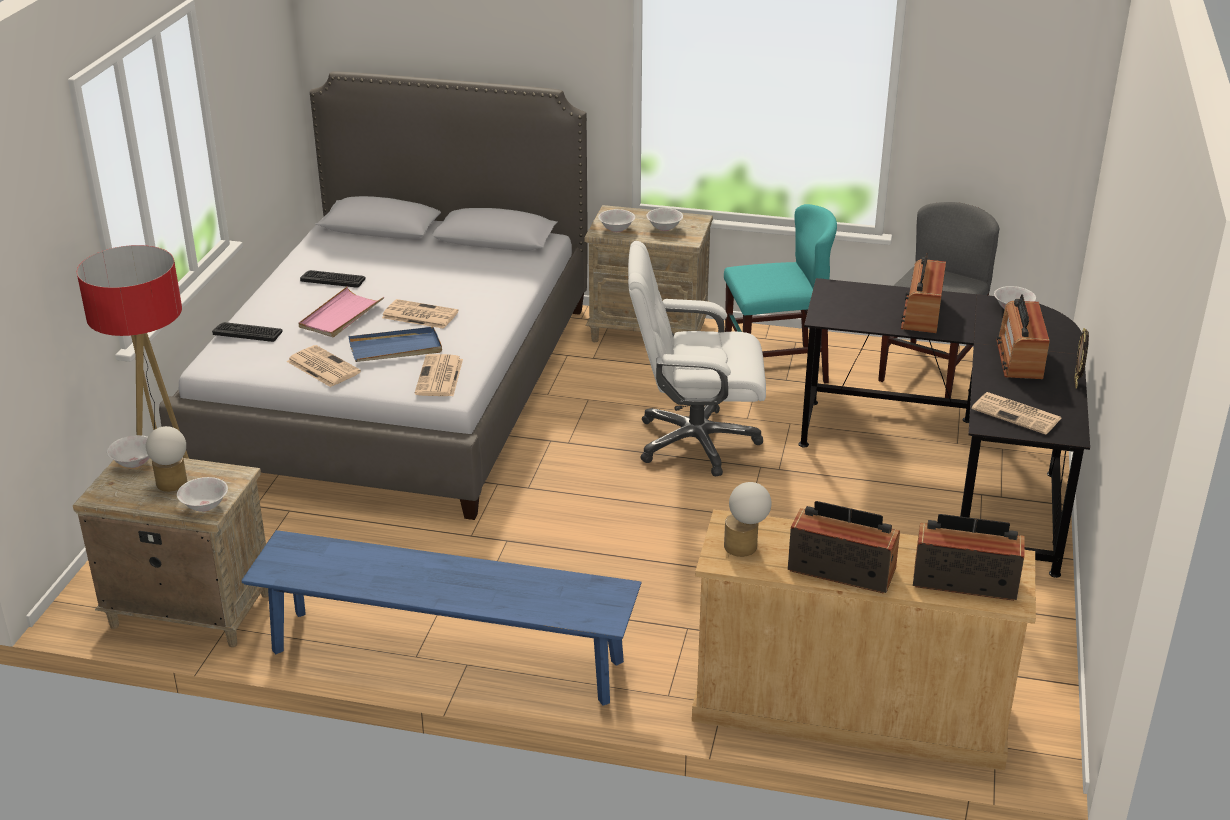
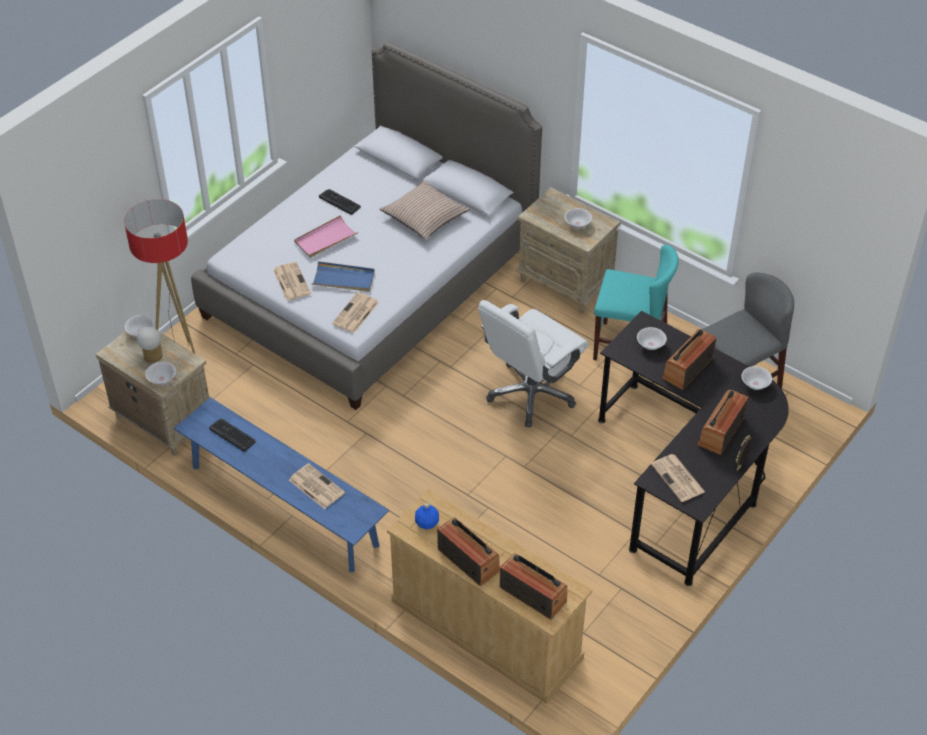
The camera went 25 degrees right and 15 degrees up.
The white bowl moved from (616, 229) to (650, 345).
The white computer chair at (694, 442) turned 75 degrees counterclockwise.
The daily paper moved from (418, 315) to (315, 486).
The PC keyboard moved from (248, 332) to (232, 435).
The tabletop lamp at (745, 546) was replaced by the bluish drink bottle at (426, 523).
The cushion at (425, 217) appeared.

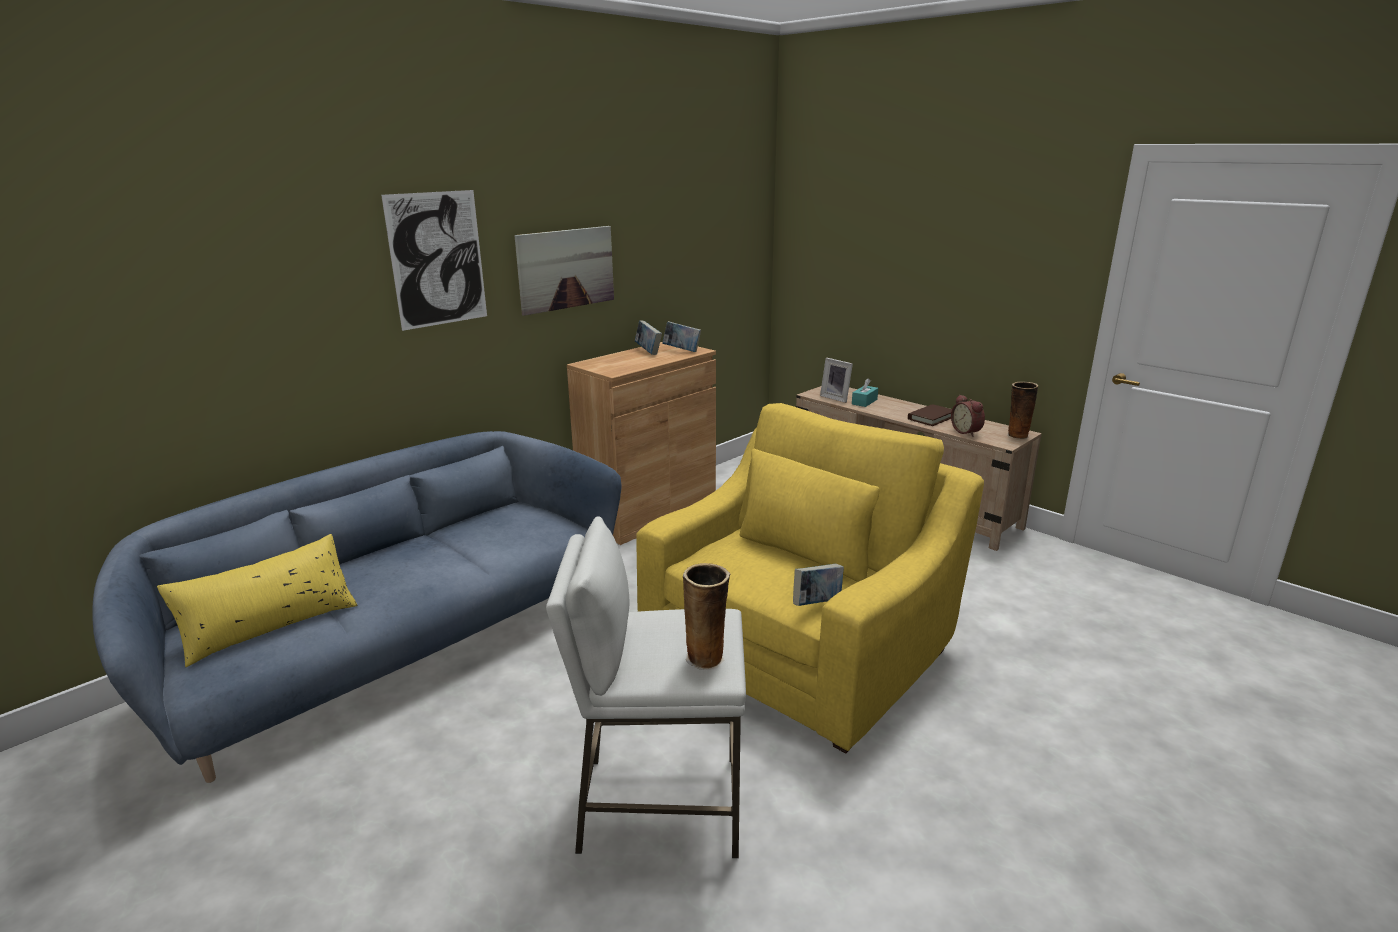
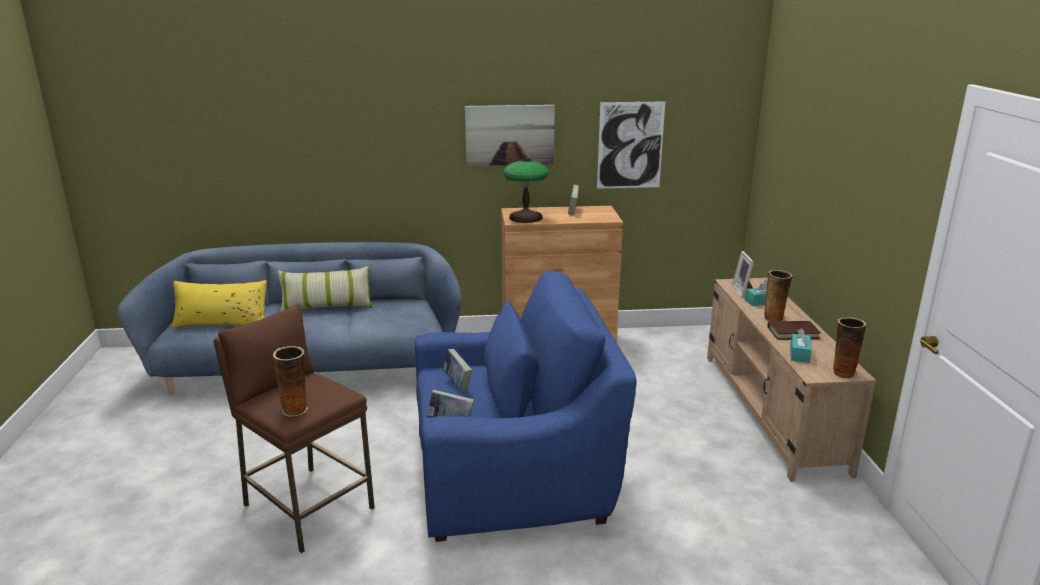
The camera went 40 degrees right and 0 degrees up.
The wall picture moved from (437, 259) to (630, 145).
The bound book moved from (682, 351) to (457, 384).
The alarm clock at (967, 432) was replaced by the turquoise tissue holder at (799, 354).
The yellow-coloured easy chair at (799, 646) became the bluish easy chair at (513, 470).
The white stool seat at (659, 804) became the brown stool seat at (307, 507).
The tabletop lamp at (526, 217) appeared.
The cushion at (327, 307) appeared.
The decorative vase at (774, 319) appeared.

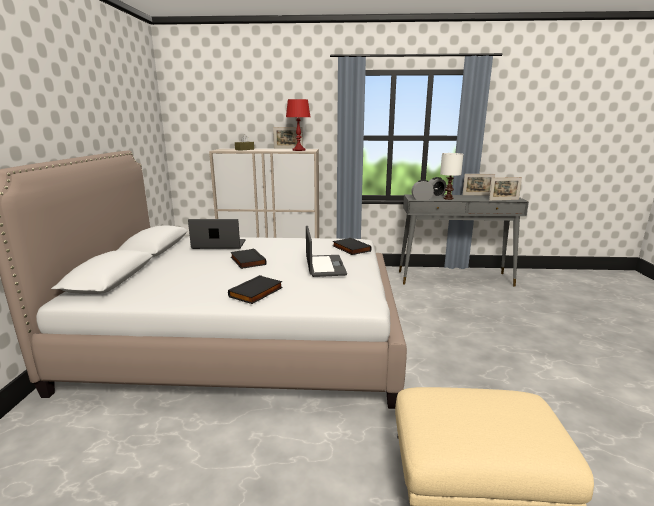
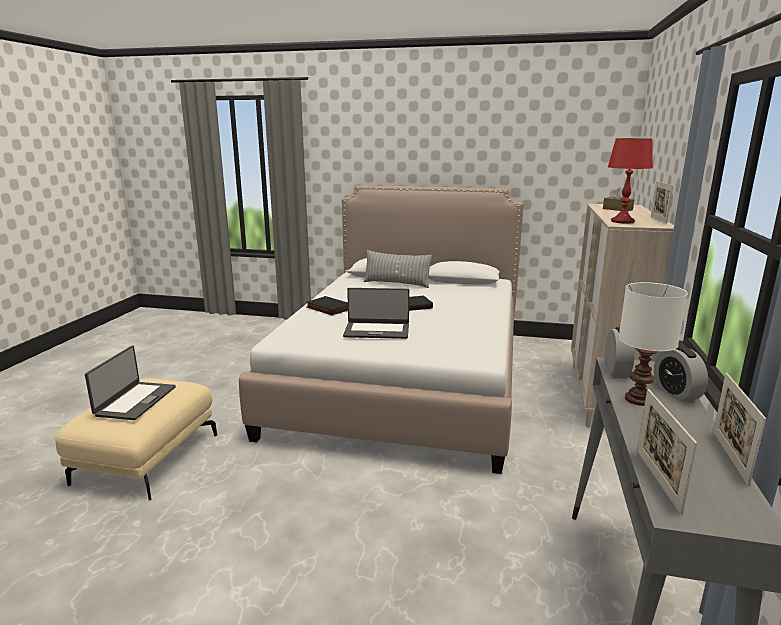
The camera went 100 degrees right and 0 degrees up.
The portable computer moved from (219, 245) to (135, 401).
The black-coloured bound book at (350, 248) disappeared.
The greyish cushion at (396, 283) appeared.

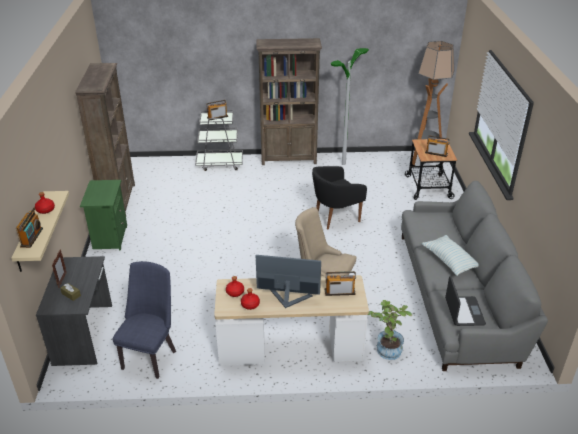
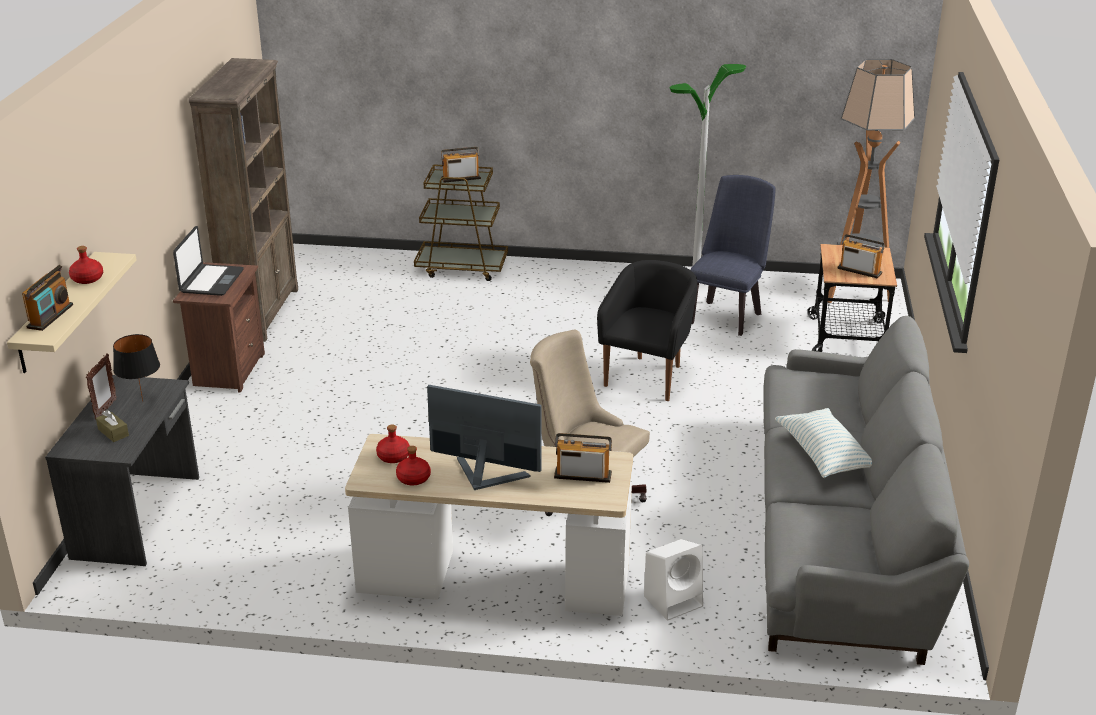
The camera went 10 degrees right and 5 degrees down.
The brown shelving unit at (289, 159) disappeared.
The greyish wheeled cart at (220, 163) became the brown wheeled cart at (462, 268).
The black-coloured easy chair at (335, 218) turned 135 degrees clockwise.
The green night table at (109, 237) became the brown night table at (228, 370).
The bluish upright chair moved from (151, 356) to (727, 315).
The portable computer moved from (464, 311) to (211, 281).
The houseplant at (386, 348) was replaced by the white speaker at (674, 600).
The black-coloured tabletop lamp at (142, 402) appeared.

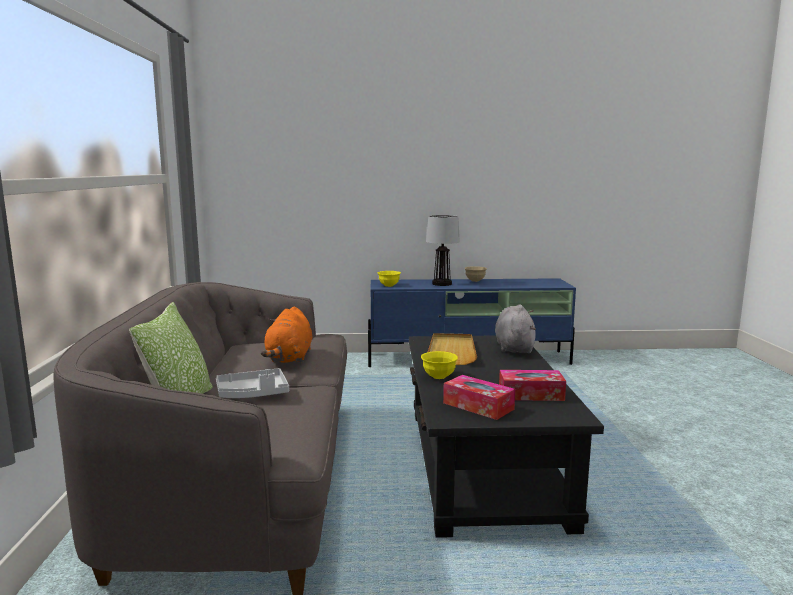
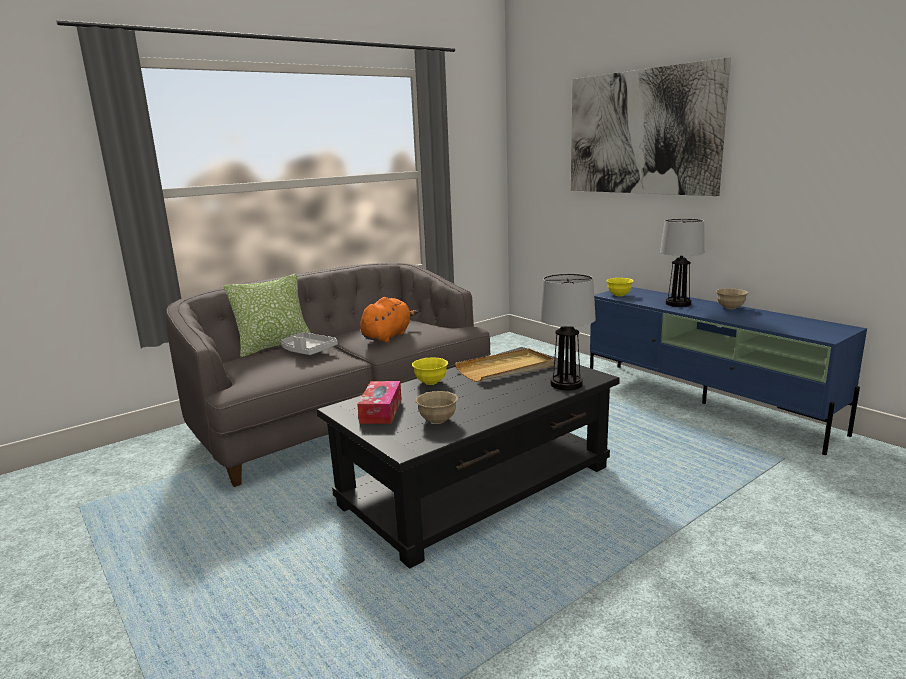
The camera went 55 degrees right and 5 degrees up.
The greyish cuddly toy at (514, 347) was replaced by the tabletop lamp at (566, 384).
The orange-coloured cuddly toy at (289, 358) turned 150 degrees clockwise.
The tissue holder at (531, 394) was replaced by the sand-coloured bowl at (437, 420).
The wall picture at (641, 132) appeared.

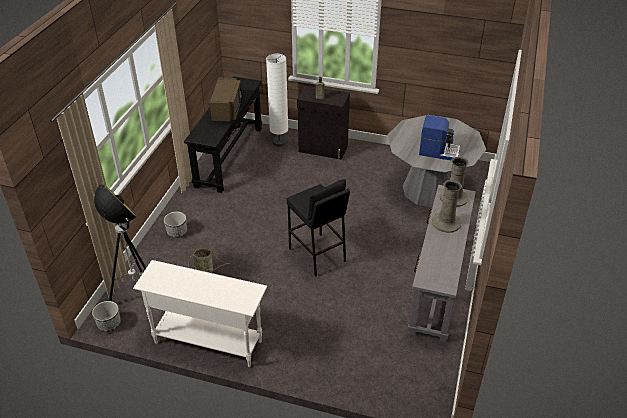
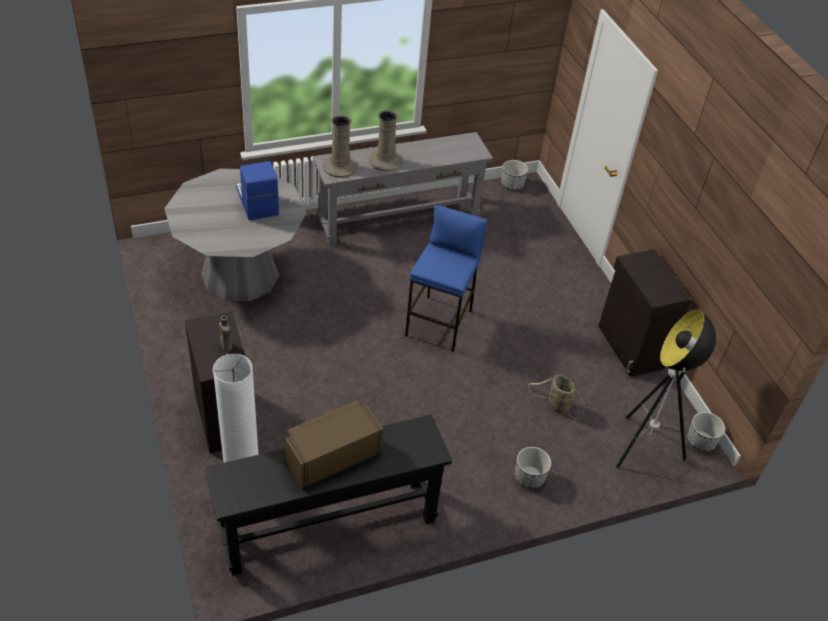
The camera went 130 degrees left and 5 degrees up.
The black-coloured stool seat at (317, 255) became the bluish stool seat at (440, 323).
The white narrow table at (208, 341) was replaced by the black-coloured cabinet at (629, 348).
The flower pot at (512, 184) appeared.

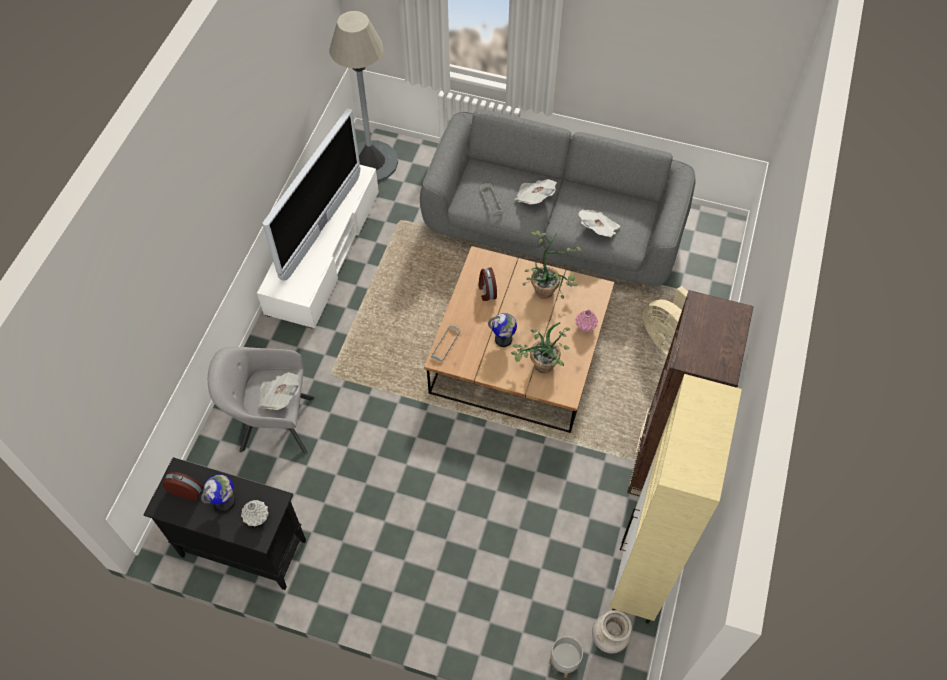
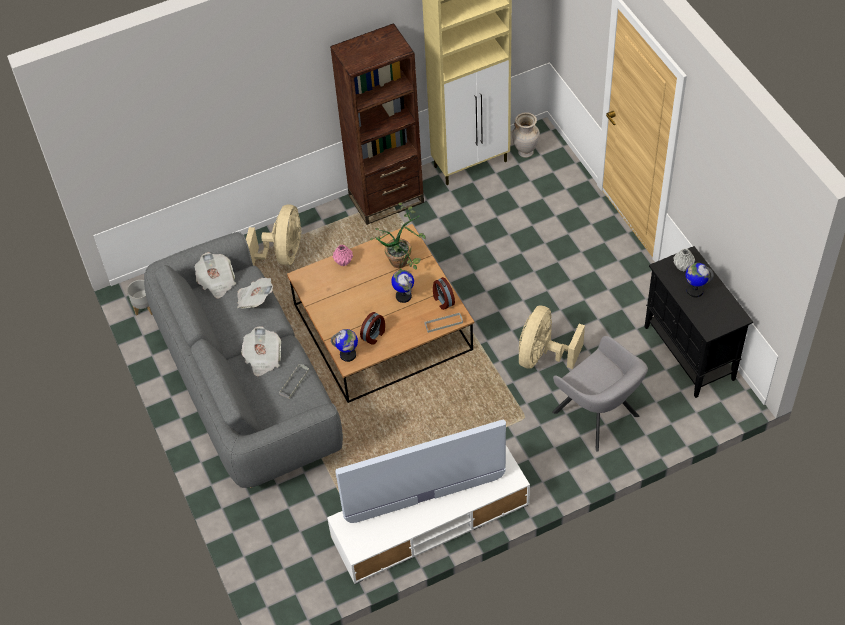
The camera went 130 degrees left and 5 degrees down.
The greyish standard lamp at (371, 162) disappeared.
The houseplant at (548, 288) disappeared.
The daily paper moved from (280, 396) to (216, 282).
The alarm clock moved from (186, 490) to (443, 300).
The greyish flower pot moved from (563, 662) to (145, 308).
The sand-coloured cooling fan at (543, 356) appeared.
The desk globe at (348, 355) appeared.

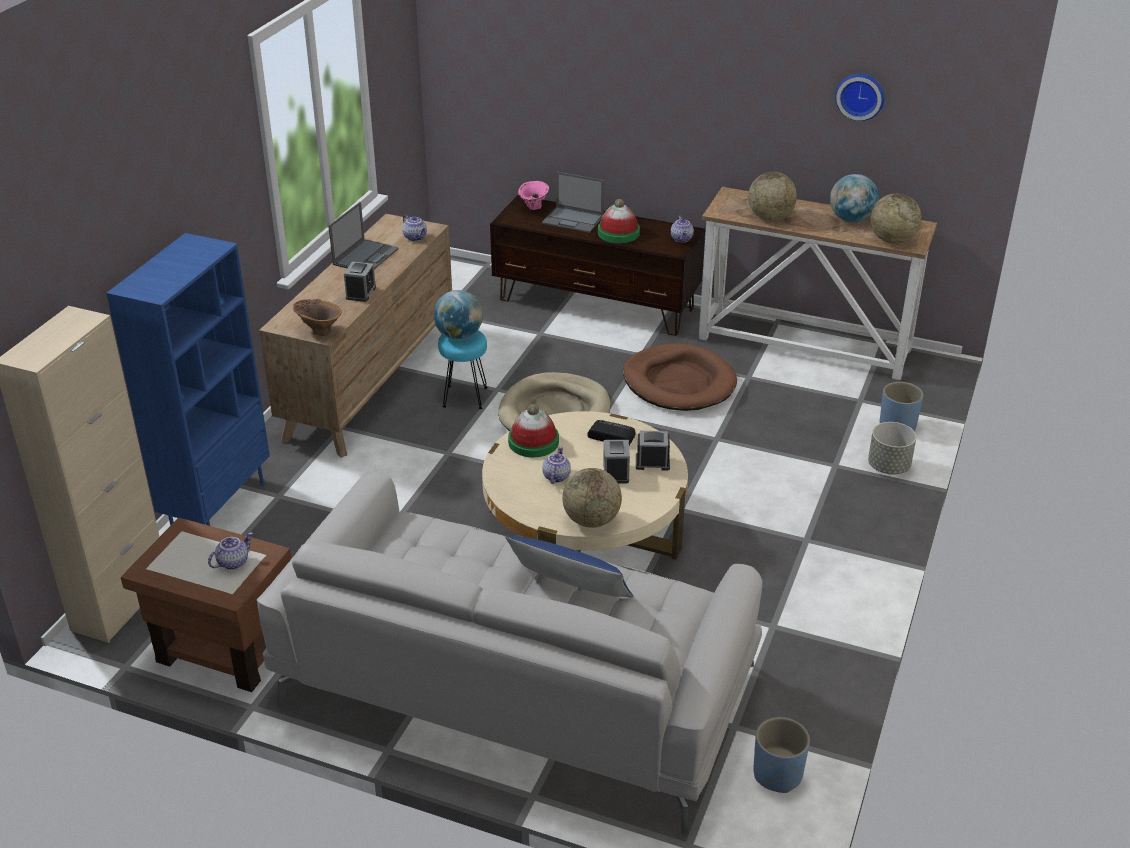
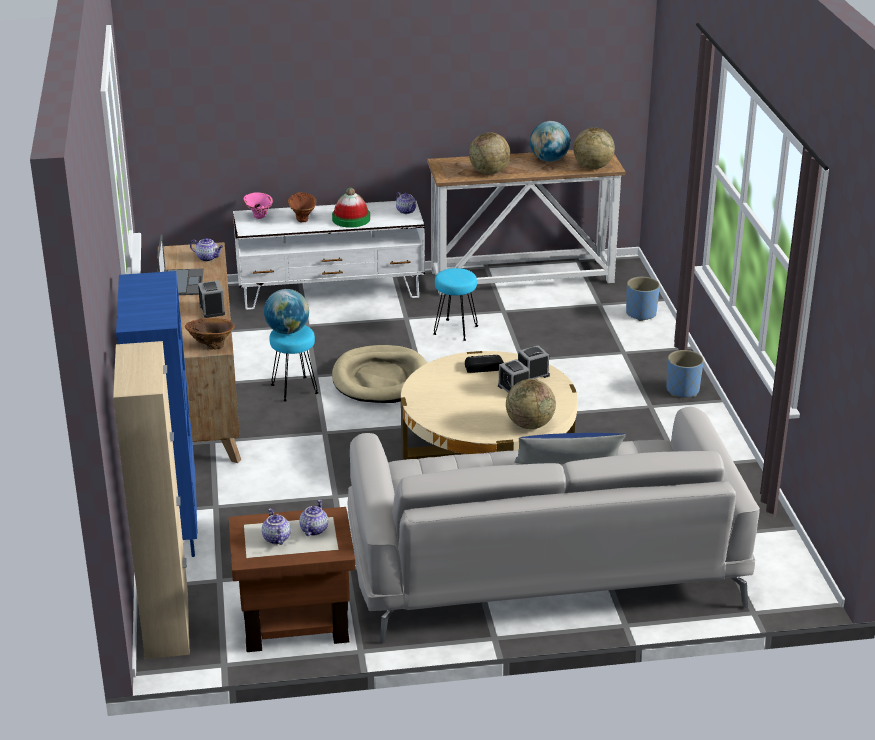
The camera went 30 degrees left and 5 degrees down.
The wall clock at (860, 95) disappeared.
The portable computer at (573, 220) was replaced by the brown decorative vase at (303, 218).
The brown tv stand at (596, 304) became the white tv stand at (331, 291).
The brown pet bed at (679, 382) was replaced by the turquoise stool seat at (455, 330).
The hat at (533, 442) disappeared.
The greyish flower pot at (889, 467) disappeared.
The tea pot moved from (555, 476) to (275, 538).
The bluish flower pot moved from (777, 774) to (682, 390).

